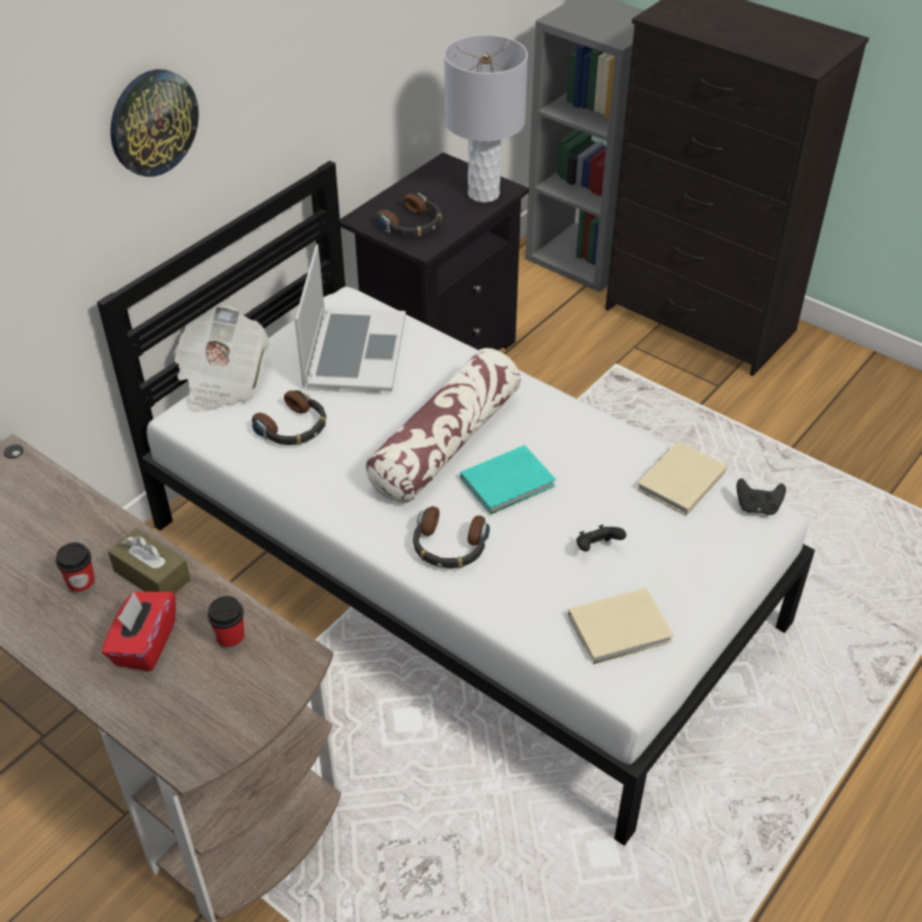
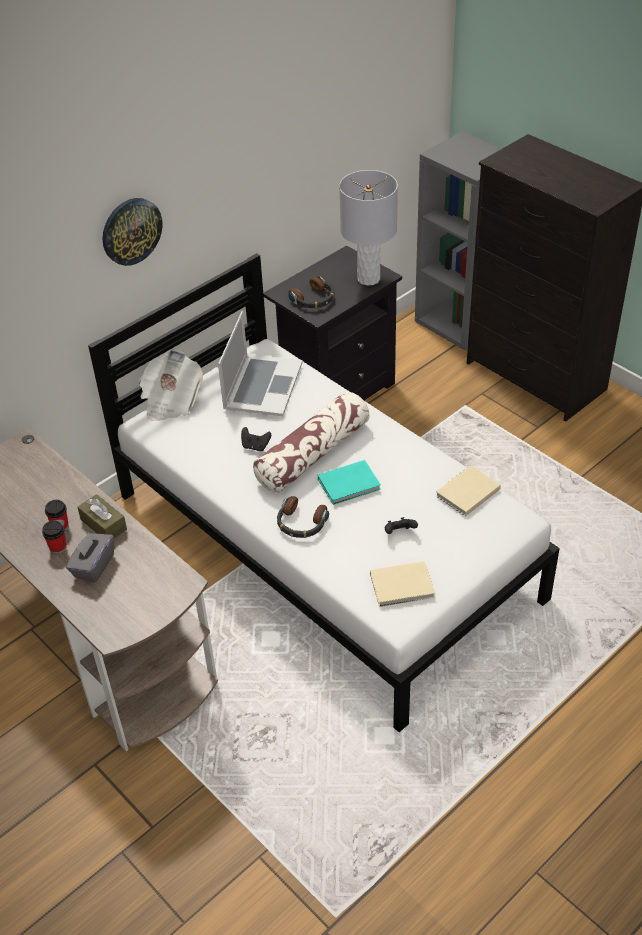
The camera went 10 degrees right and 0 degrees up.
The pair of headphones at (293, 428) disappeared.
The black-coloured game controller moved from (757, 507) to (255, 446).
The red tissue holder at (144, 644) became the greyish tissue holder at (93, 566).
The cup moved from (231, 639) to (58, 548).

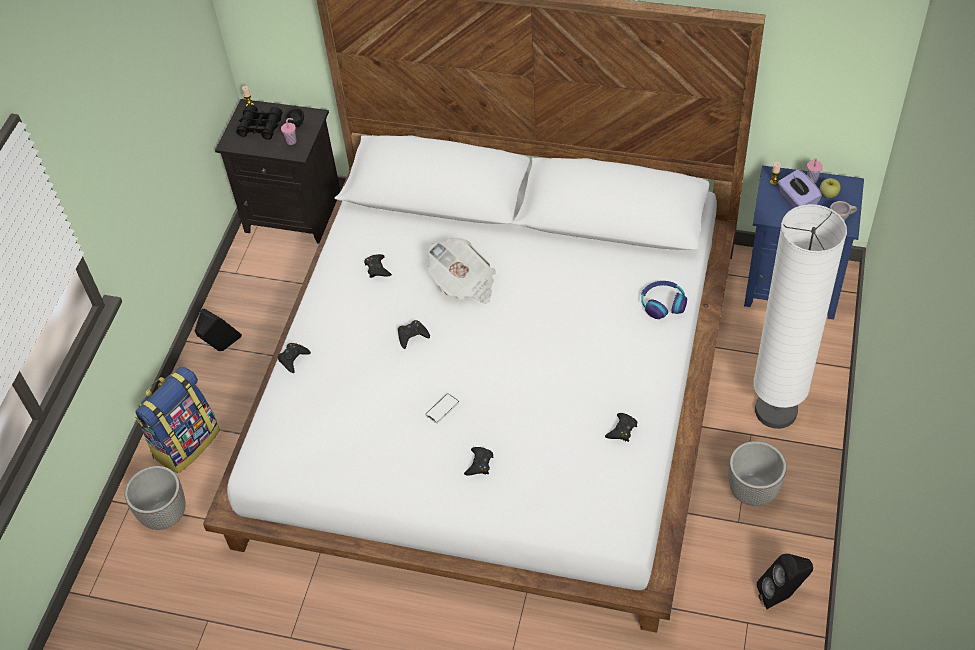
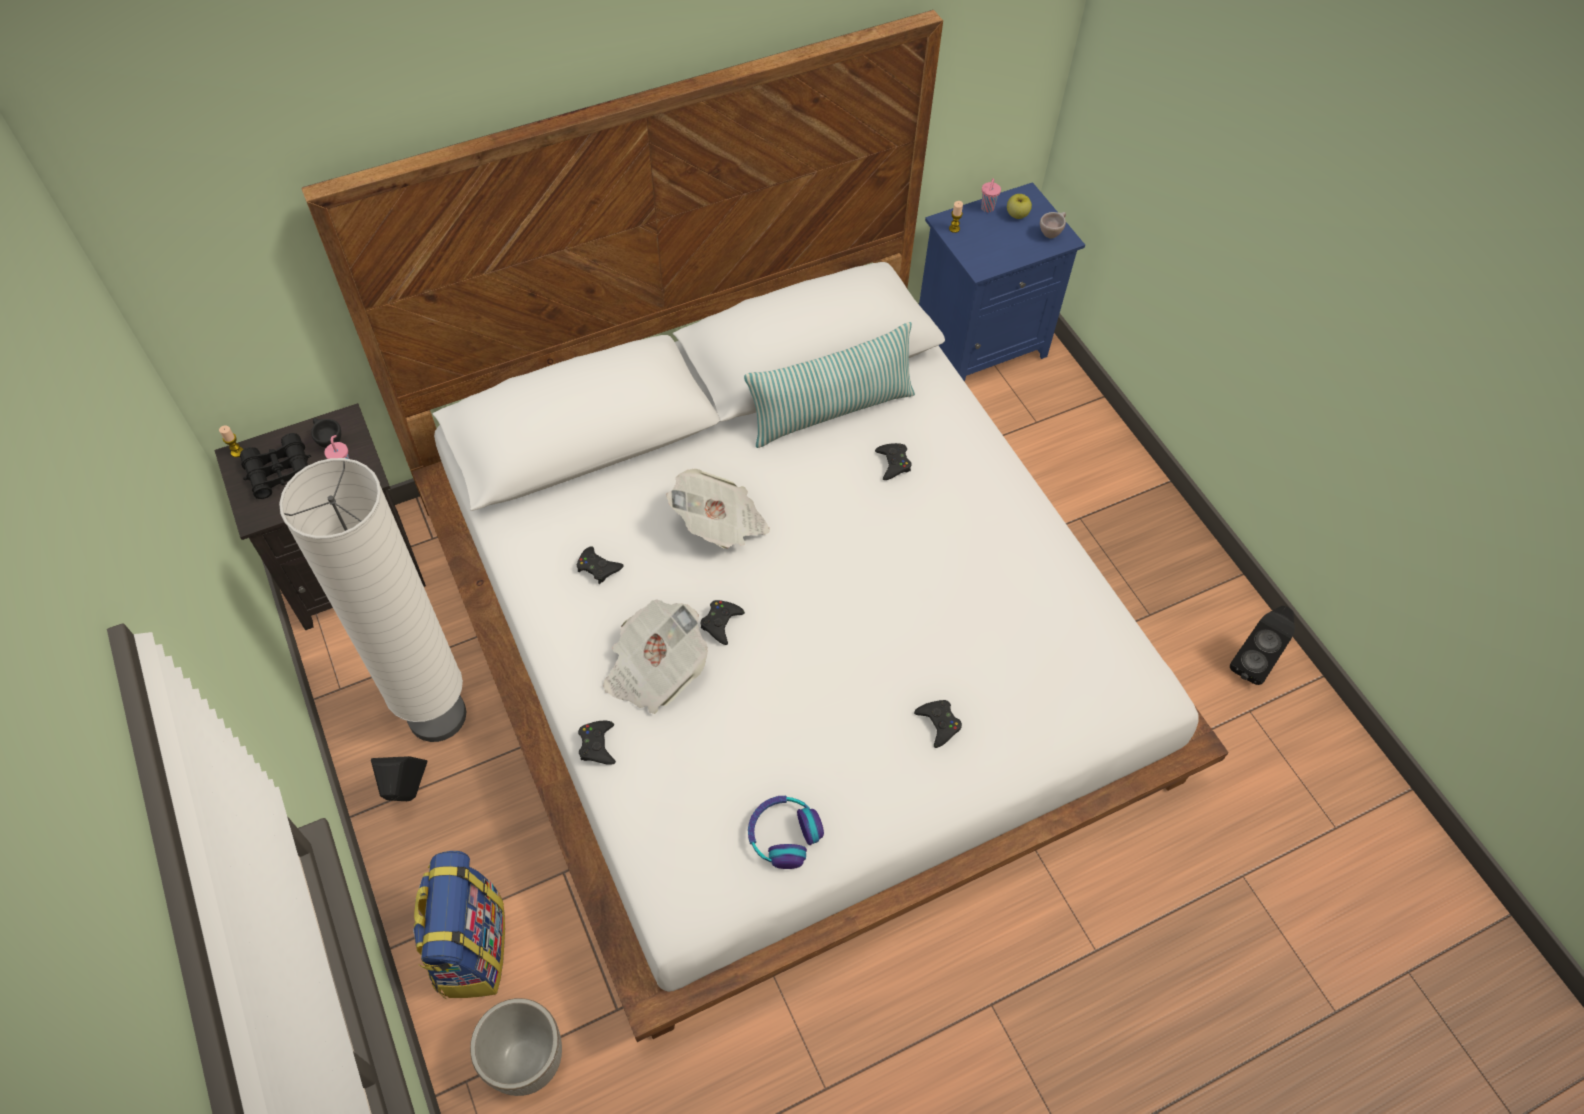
The camera went 45 degrees left and 5 degrees up.
The purplish tissue holder at (797, 201) disappeared.
The white standard lamp moved from (776, 411) to (437, 715).
The pair of headphones moved from (663, 303) to (783, 835).
The phone at (442, 408) disappeared.
The black-coloured game controller moved from (622, 430) to (893, 463).
The flower pot at (752, 490) disappeared.
The cushion at (831, 411) appeared.
The daily paper at (655, 670) appeared.

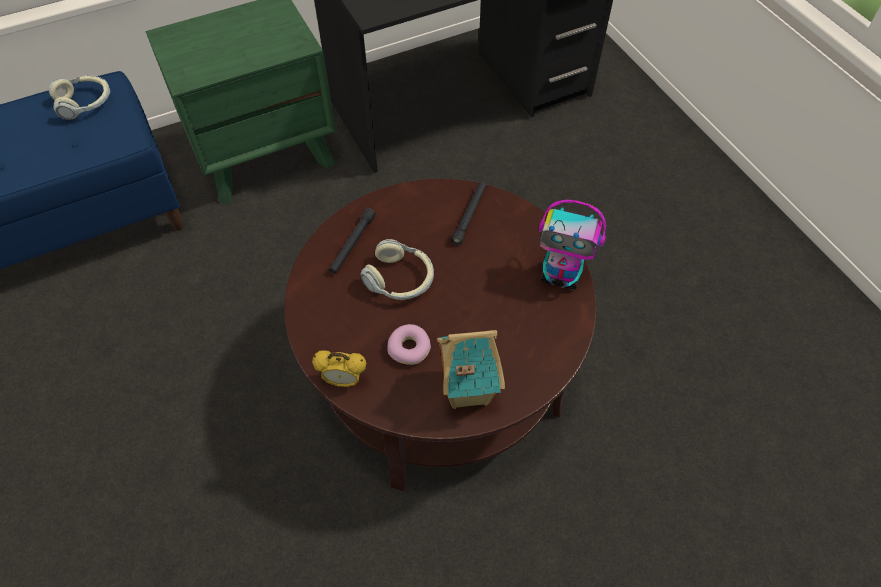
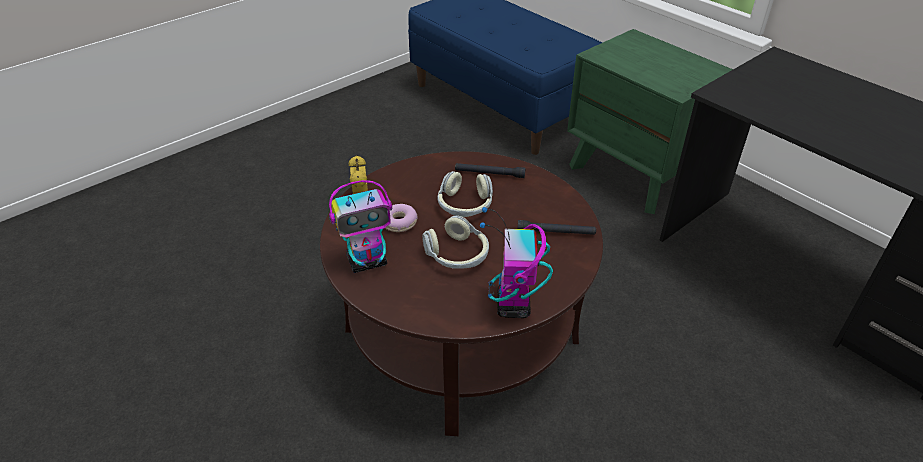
The camera went 75 degrees right and 15 degrees down.
The pair of headphones moved from (85, 103) to (457, 255).
The model house at (466, 390) was replaced by the robot figure at (368, 261).

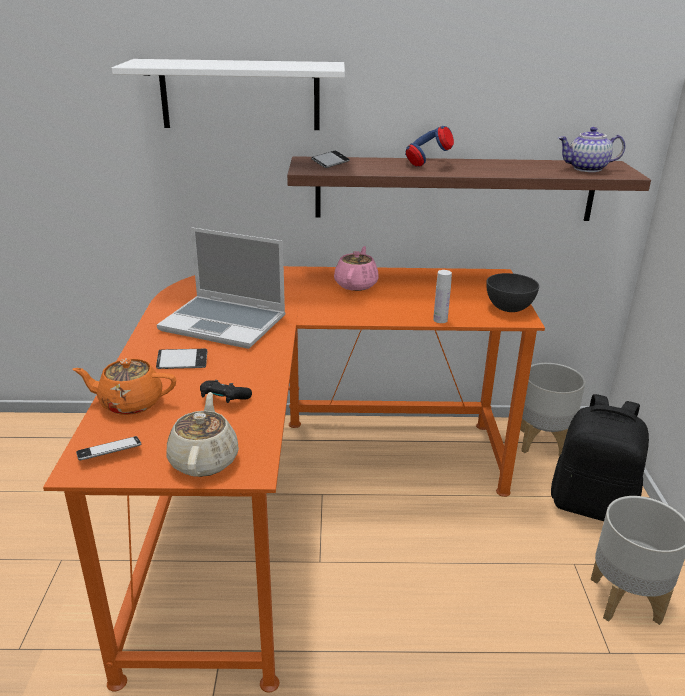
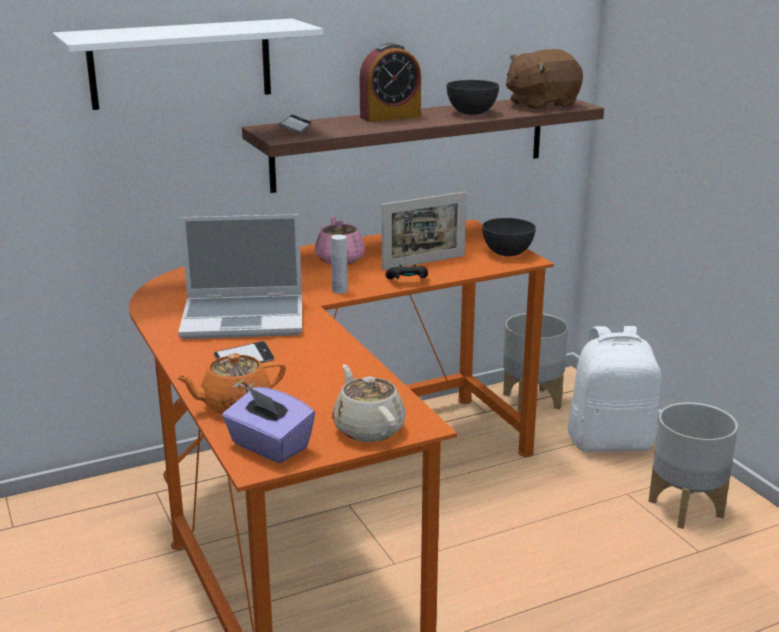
The camera went 25 degrees left and 5 degrees down.
The bluish pair of headphones at (426, 163) was replaced by the alarm clock at (390, 117).
The tea pot at (586, 169) was replaced by the brown cuddly toy at (541, 105).
The white drink bottle moved from (440, 320) to (339, 290).
The black-coloured game controller moved from (224, 400) to (407, 281).
The black-coloured backpack at (592, 505) became the white backpack at (611, 442).
The phone at (109, 453) was replaced by the purplish tissue holder at (269, 446).
The greyish bowl at (471, 113) appeared.
The standing frame at (424, 262) appeared.

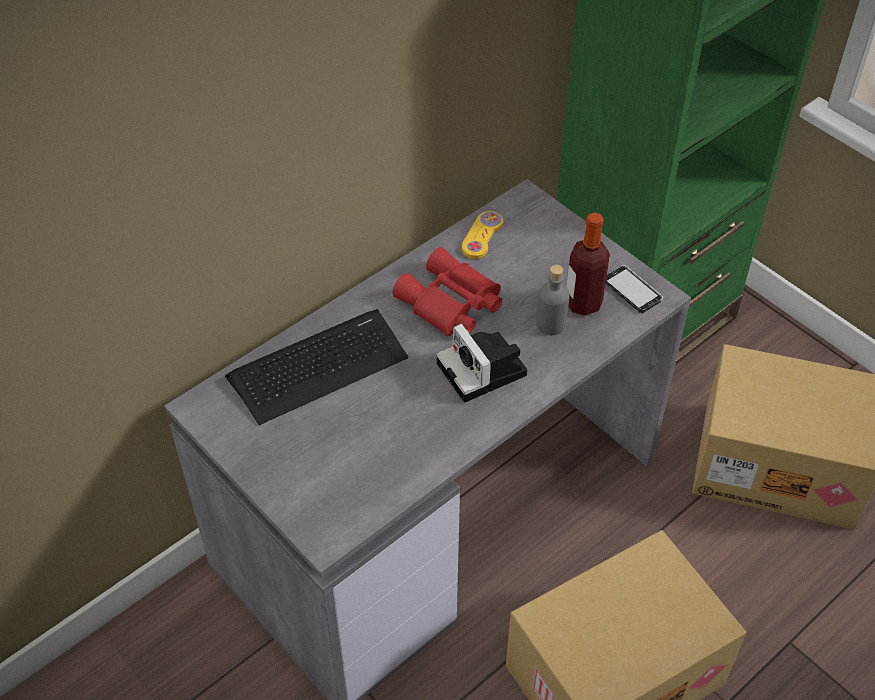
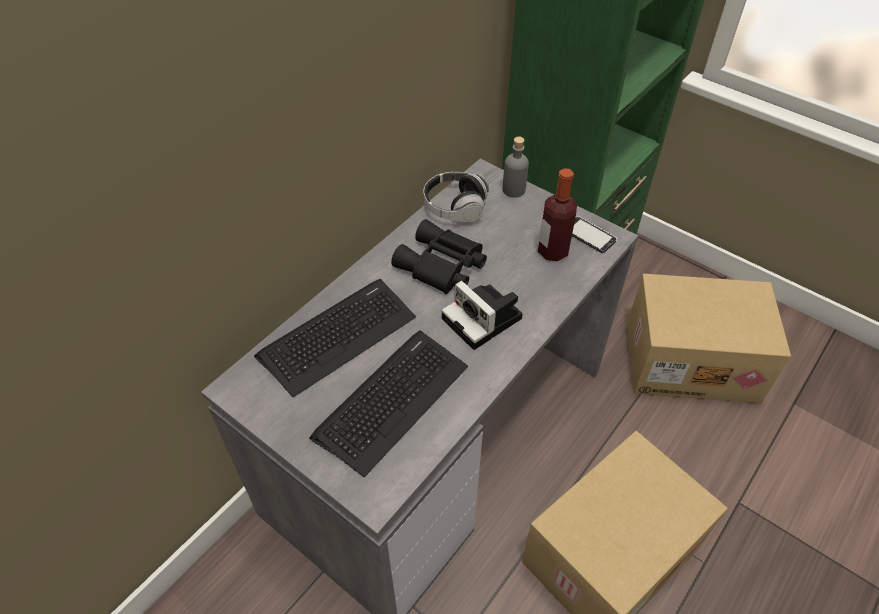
The camera went 10 degrees left and 0 degrees up.
The yellow-coloured game controller at (482, 236) was replaced by the pair of headphones at (455, 207).
The red binoculars at (450, 304) became the black-coloured binoculars at (441, 266).
The greyish drink bottle moved from (550, 324) to (513, 190).
The PC keyboard at (391, 400) appeared.

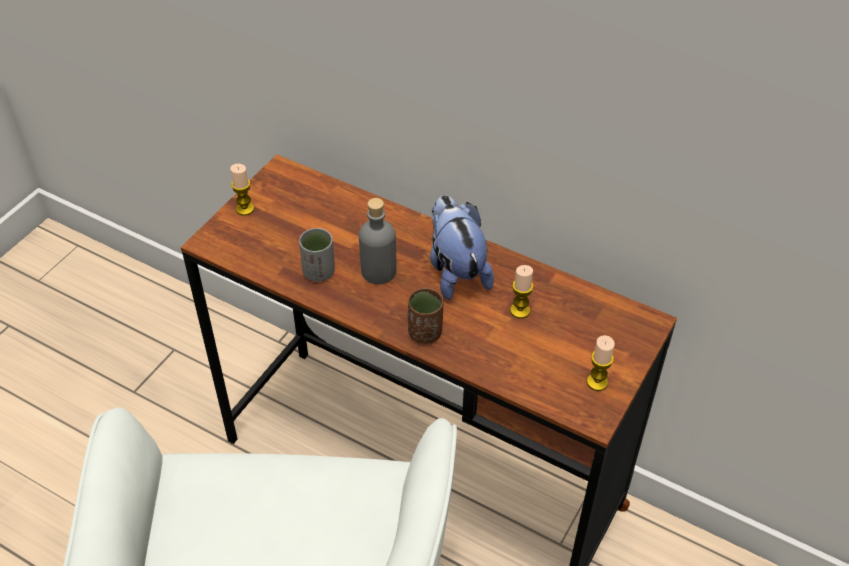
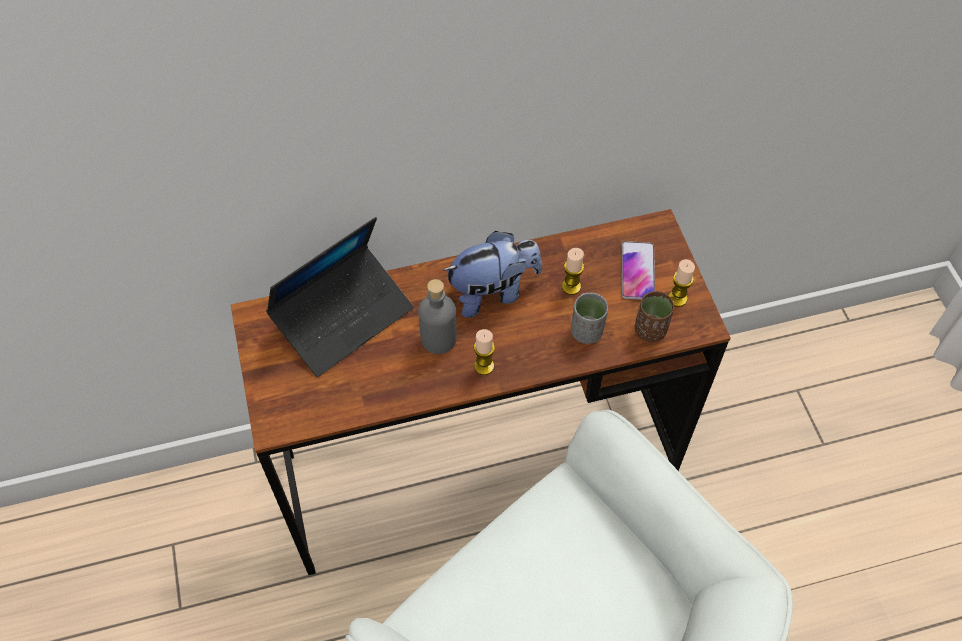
The camera went 45 degrees left and 10 degrees up.
The wax candle moved from (245, 209) to (484, 366).
The cuddly toy at (456, 271) turned 135 degrees clockwise.
The greyish cup moved from (319, 272) to (586, 332).
The brown cup moved from (425, 333) to (650, 330).
The portable computer at (343, 317) appeared.
The phone at (637, 271) appeared.

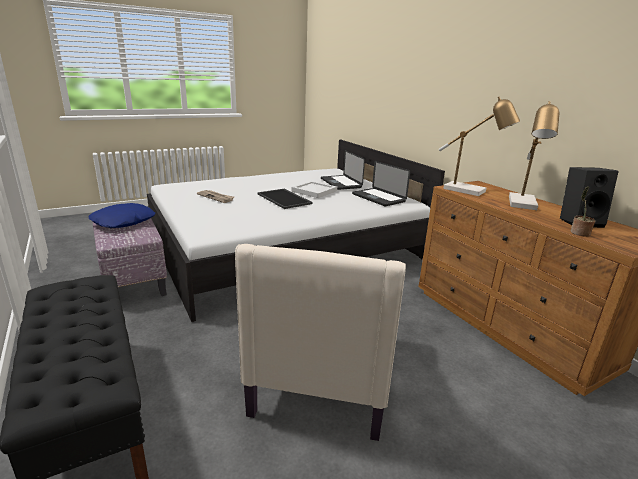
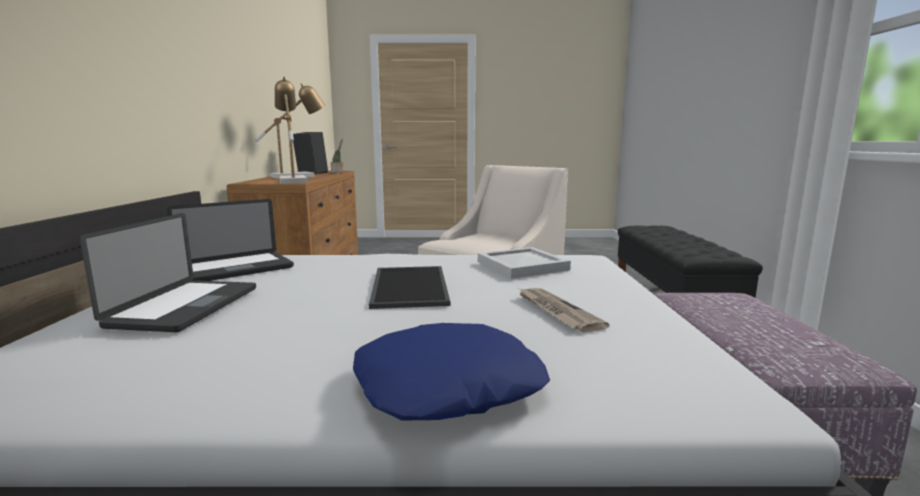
The camera went 150 degrees left and 10 degrees down.
The portable computer at (378, 198) turned 60 degrees clockwise.
The white tray moved from (314, 191) to (522, 266).
The bluish cushion moved from (123, 222) to (447, 385).

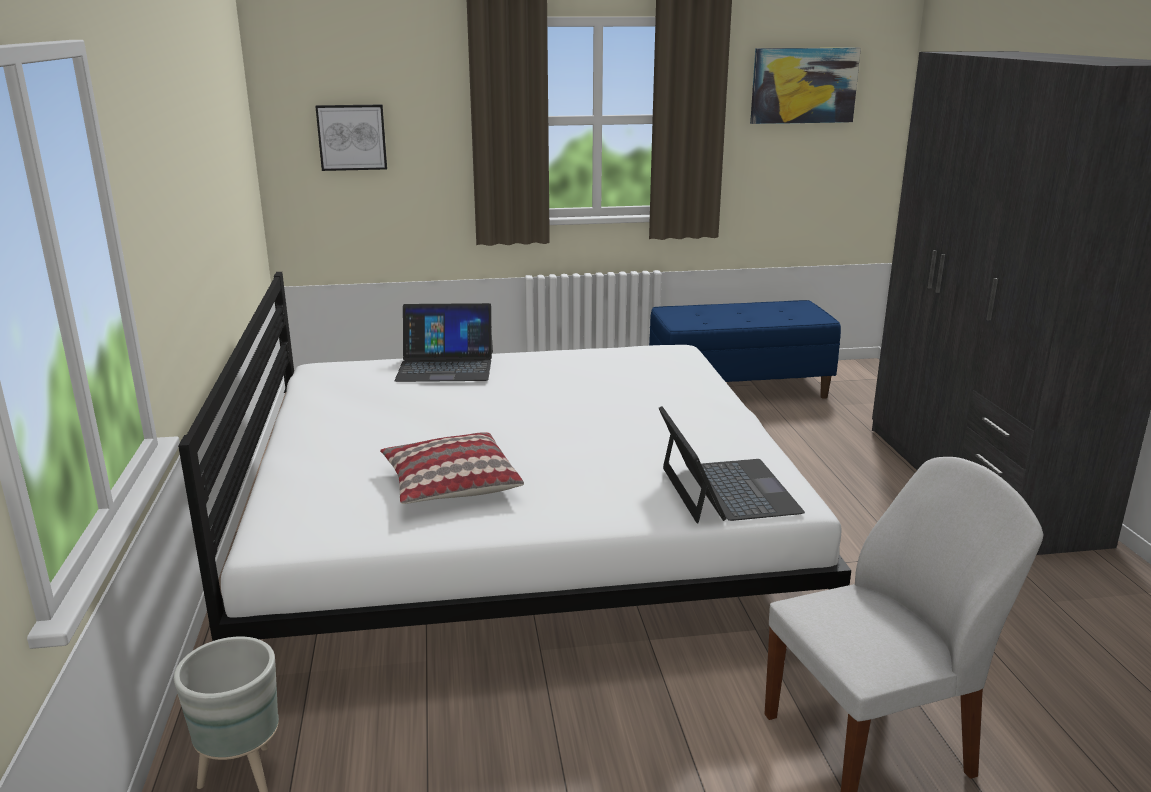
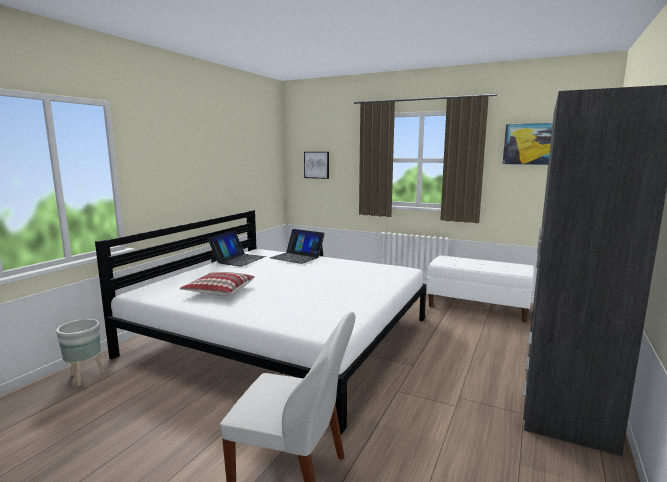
The camera went 35 degrees right and 10 degrees down.
The bluish bench at (739, 389) became the white bench at (478, 307).
The portable computer moved from (727, 490) to (238, 259).

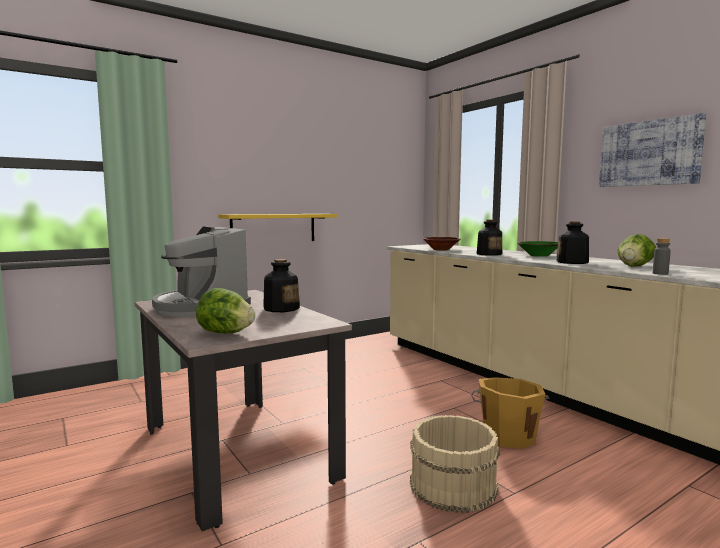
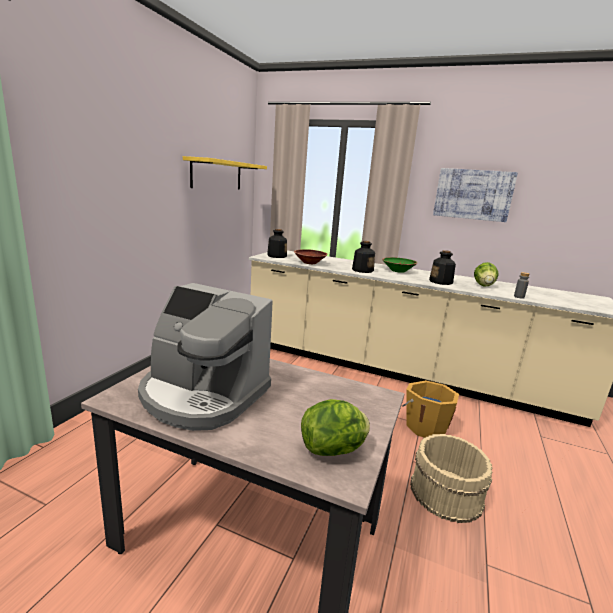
The camera went 35 degrees left and 10 degrees up.
The yellow-coloured bracket shelf moved from (273, 228) to (217, 175).
The drink bottle moved from (281, 308) to (276, 256).

